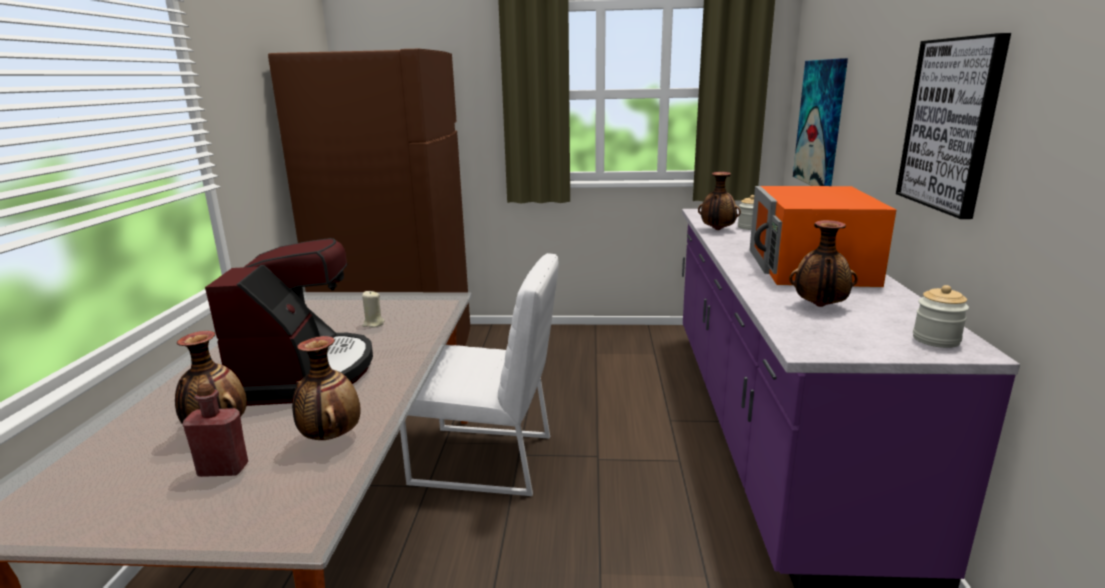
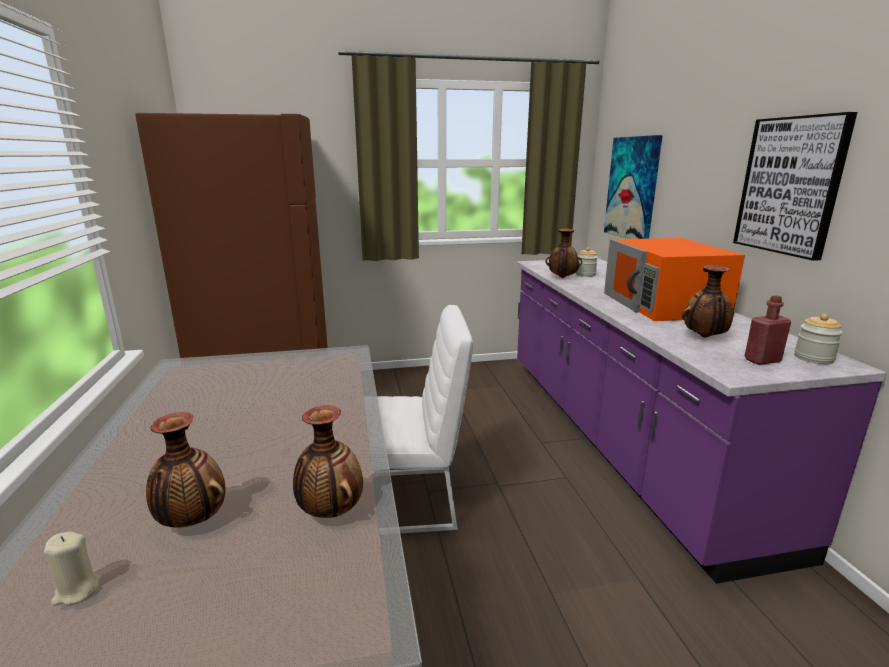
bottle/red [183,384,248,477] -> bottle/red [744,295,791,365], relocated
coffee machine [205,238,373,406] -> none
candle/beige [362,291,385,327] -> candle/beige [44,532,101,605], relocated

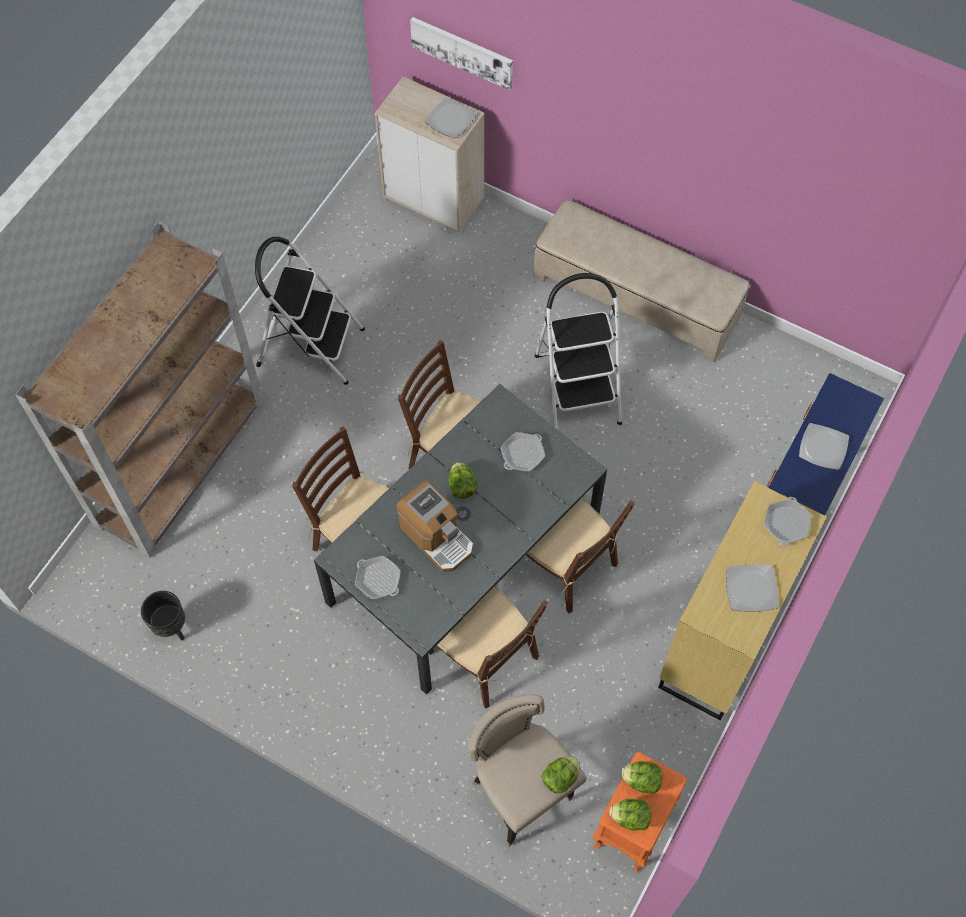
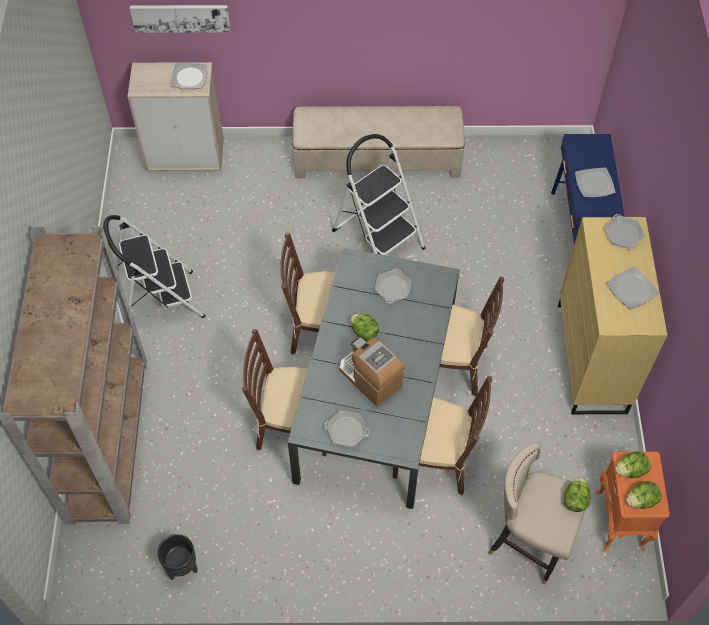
coffee machine [396,480,473,572] -> coffee machine [339,337,406,407], 150 degrees counterclockwise

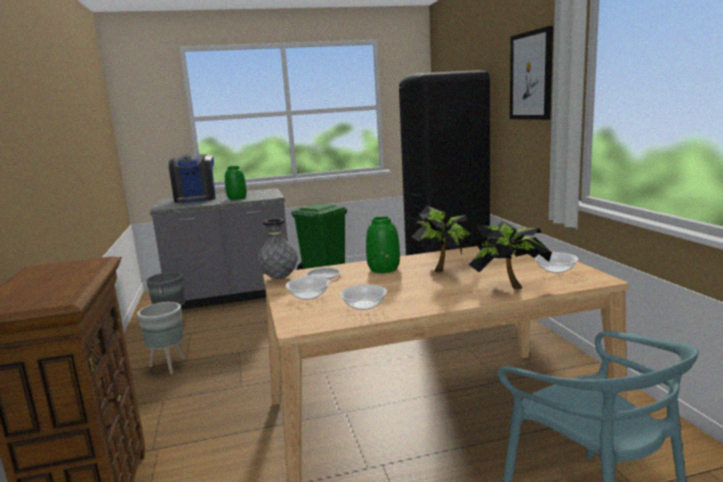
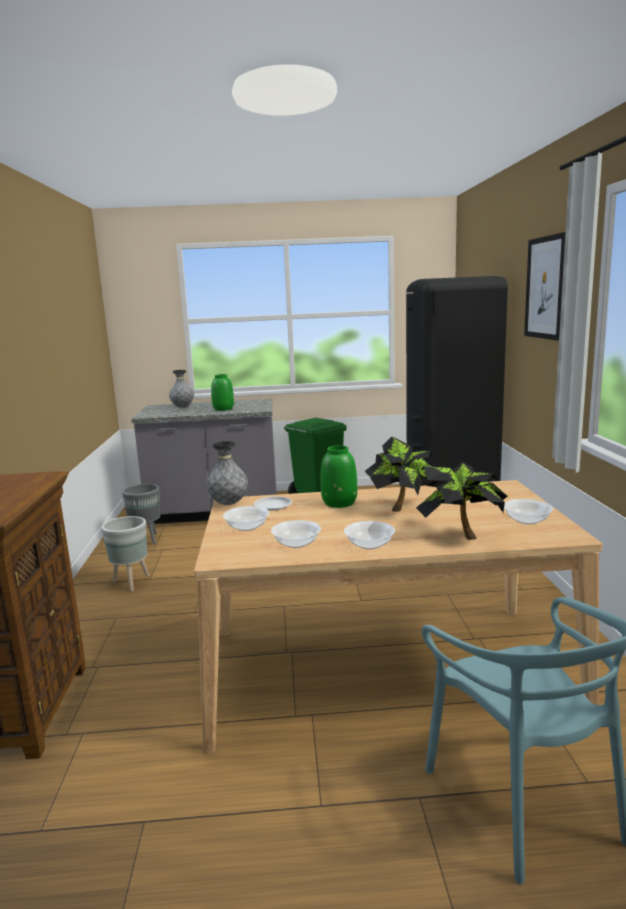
coffee machine [169,153,216,203] -> vase/grey [169,370,194,408]
none -> bowl [344,521,395,549]

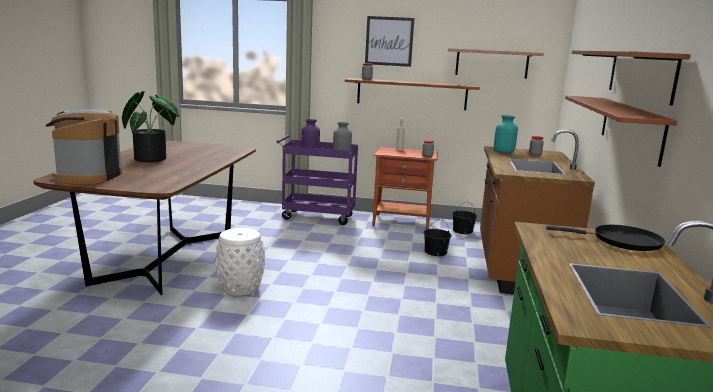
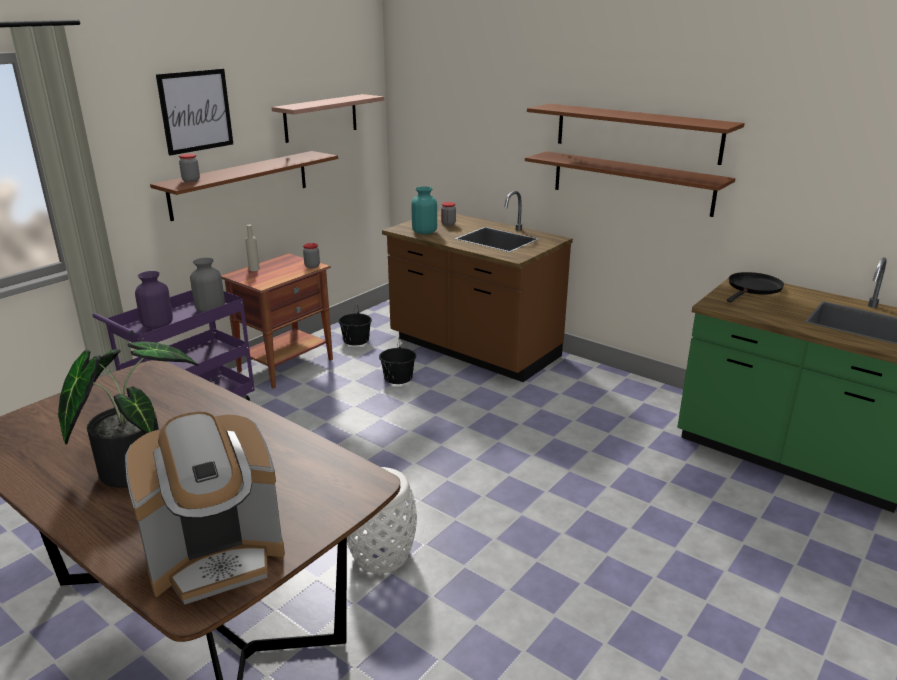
coffee machine [46,109,122,185] -> coffee machine [125,412,285,605], 60 degrees counterclockwise

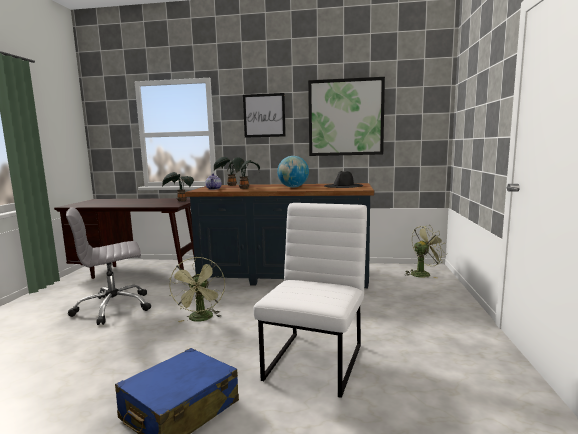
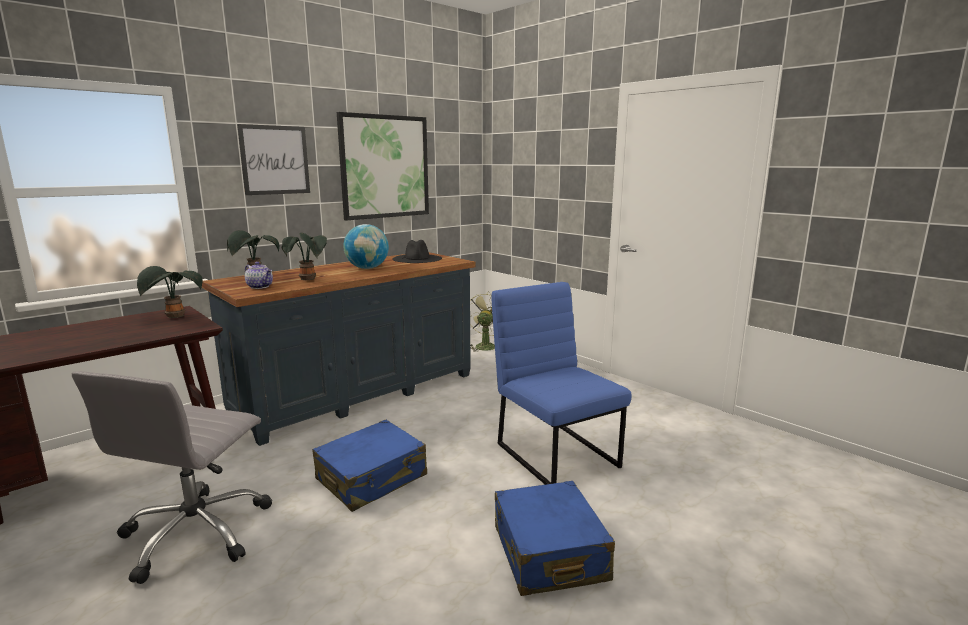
fan/green [169,257,225,322] -> suitcase/blue [313,420,427,512]
chair/white [253,203,367,398] -> chair/blue [492,282,631,485]

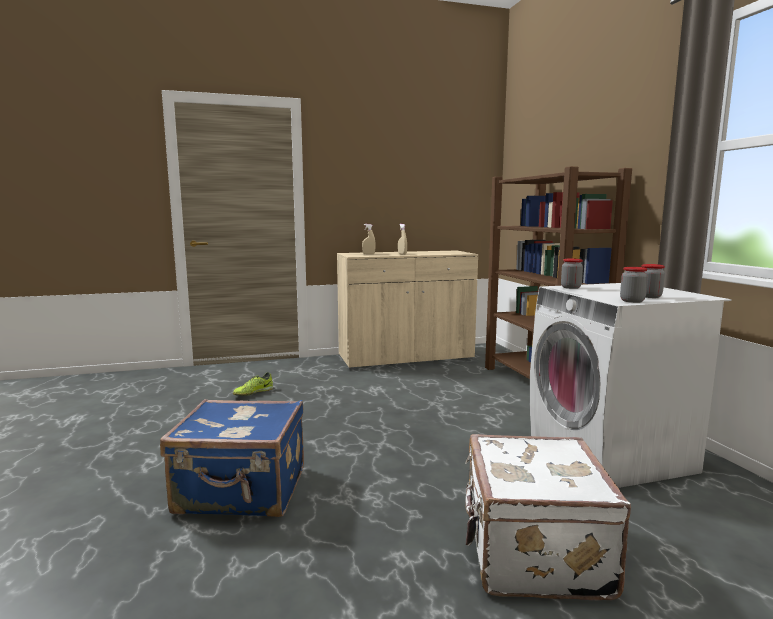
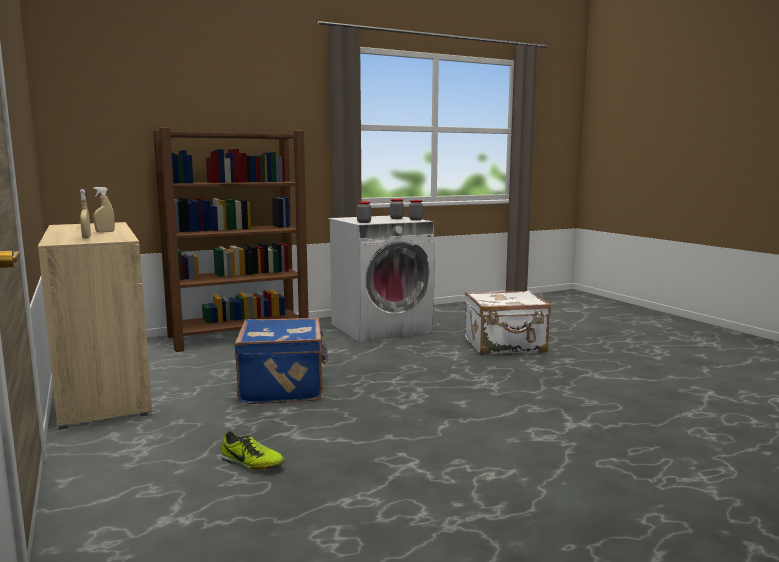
suitcase/blue [160,399,304,517] -> suitcase/blue [235,318,328,404], relocated

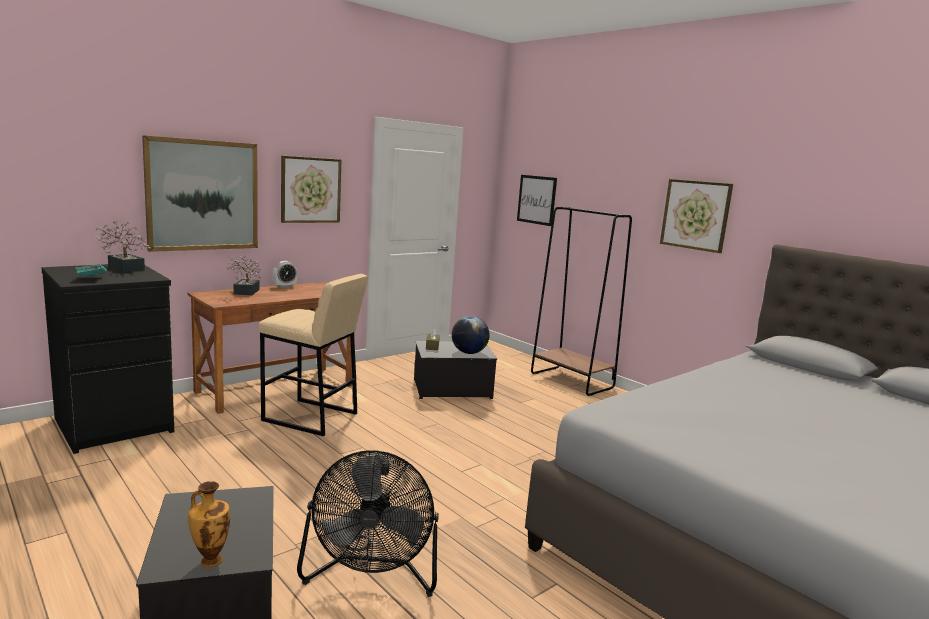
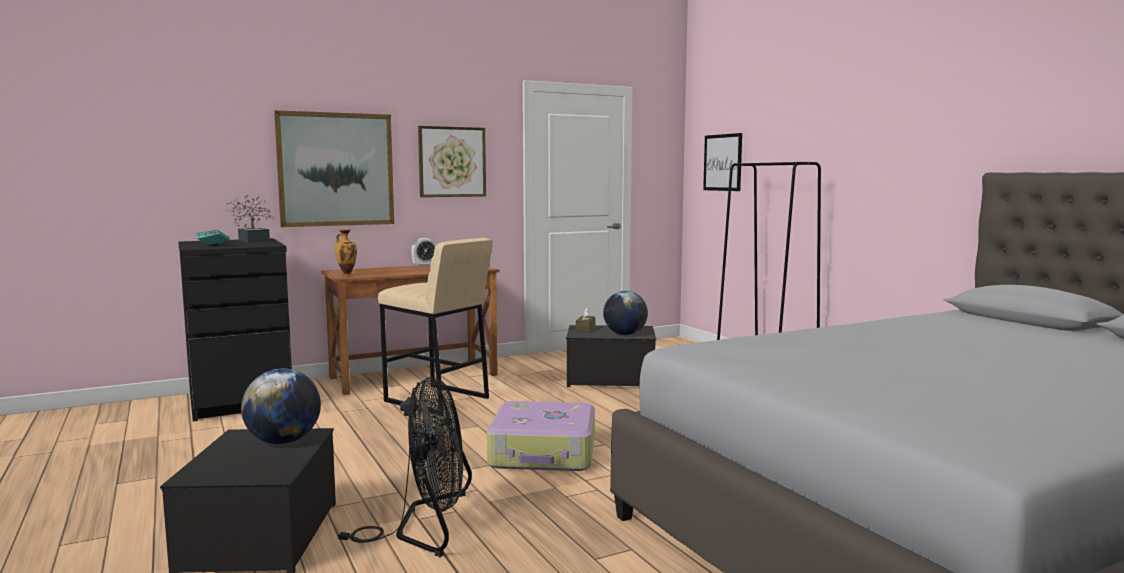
vase [188,481,230,567] -> vase [335,229,357,277], relocated
potted plant [227,256,262,295] -> none
fan/black [297,450,439,597] -> fan/black [338,377,472,557], 105 degrees counterclockwise
picture [660,179,733,253] -> none
none -> globe [241,369,321,444]
none -> suitcase [487,401,595,471]

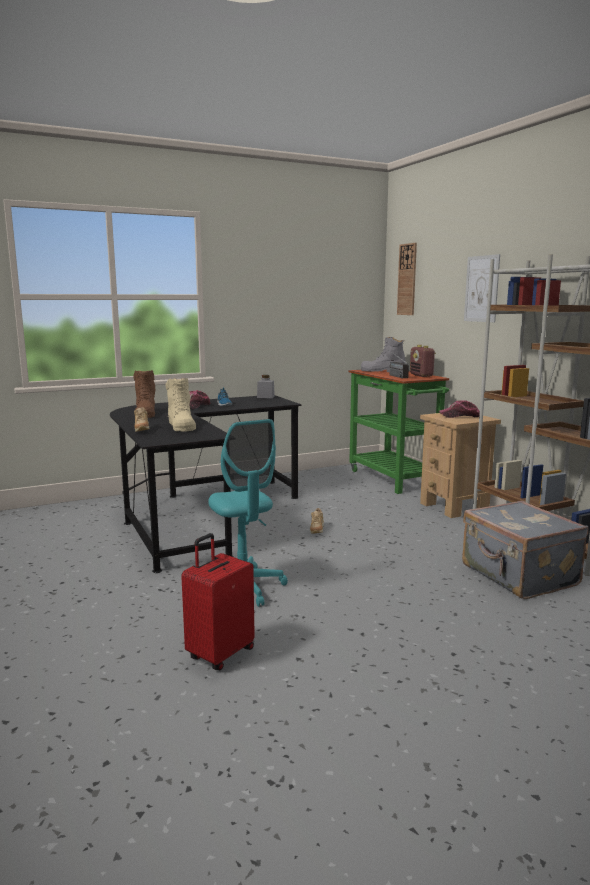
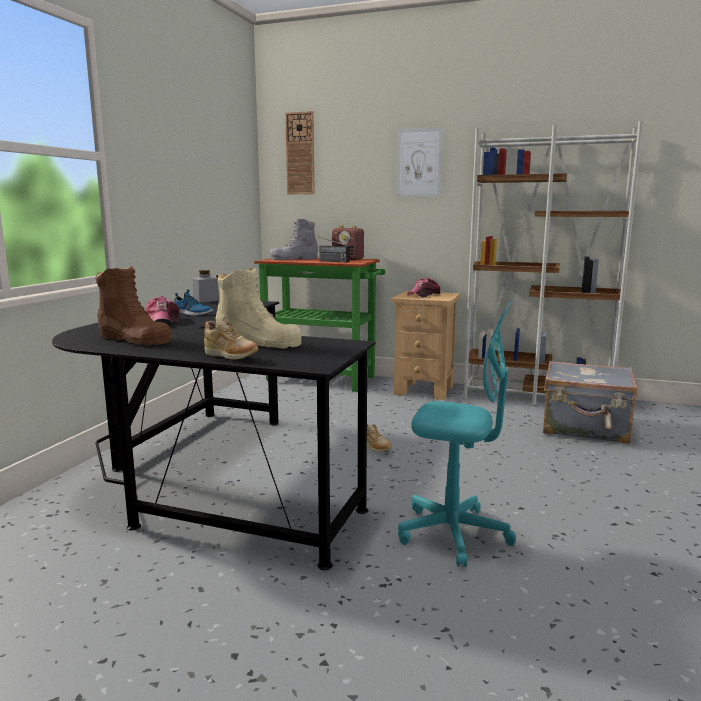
suitcase/red [181,533,255,670] -> none

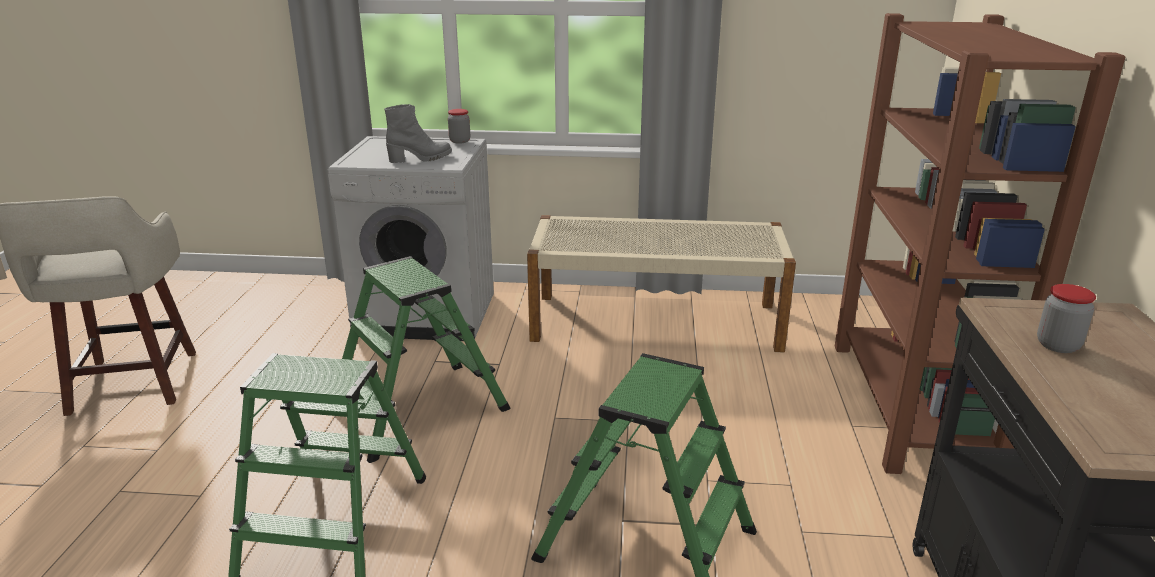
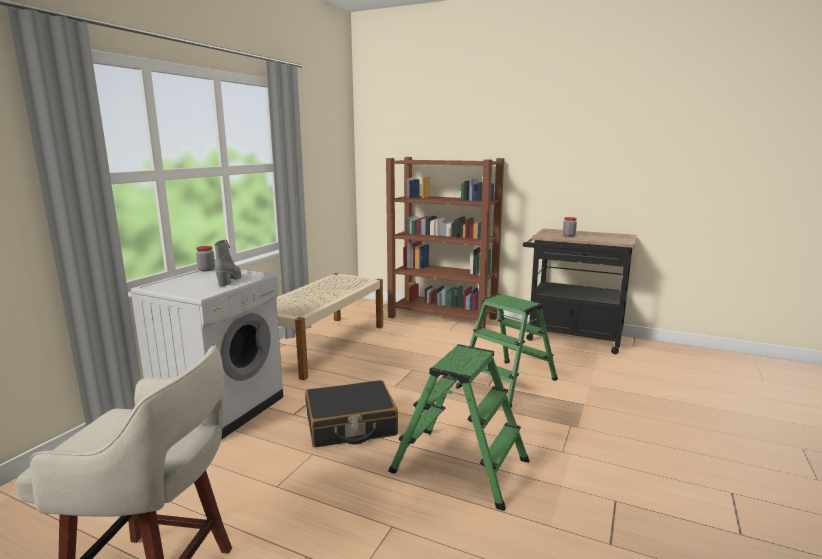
step ladder/green [342,256,511,463] -> suitcase/black [305,380,398,447]

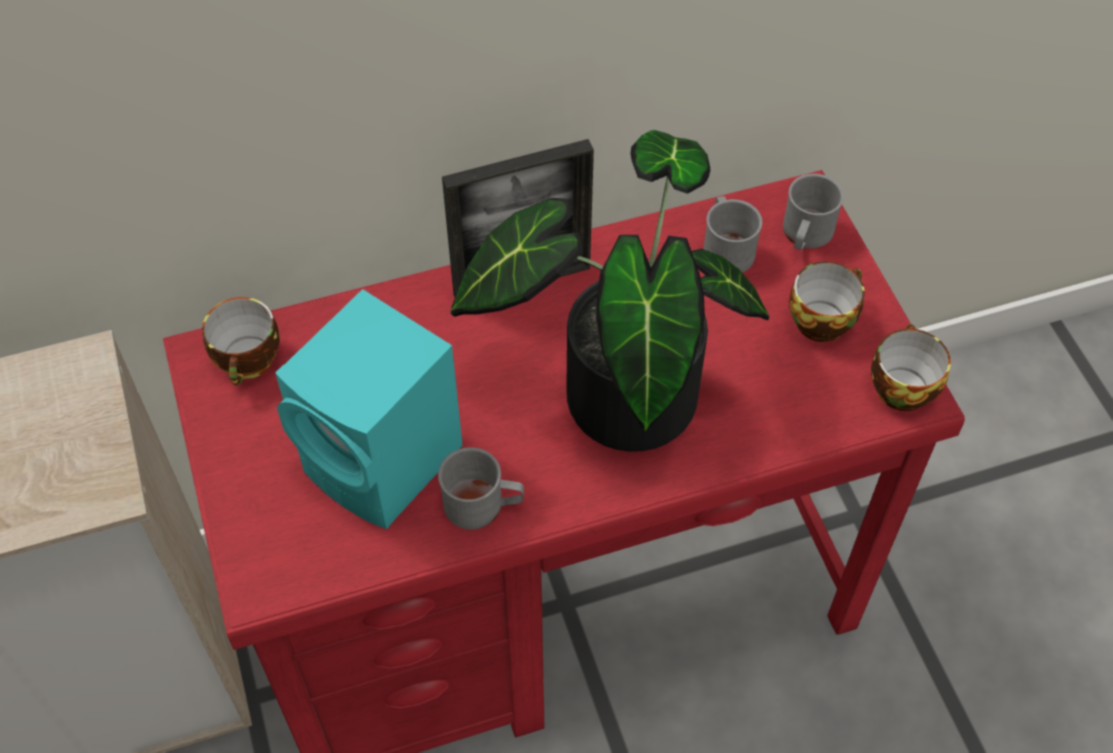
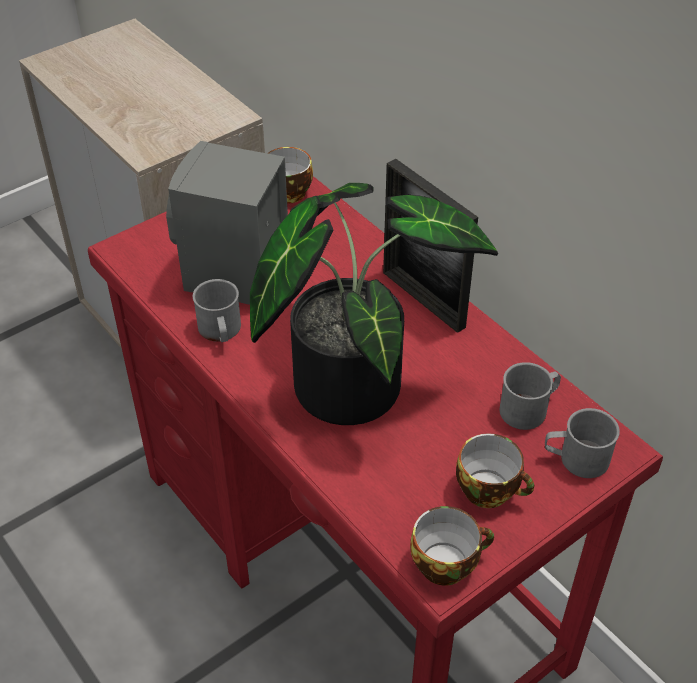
speaker/turquoise [275,289,463,529] -> speaker/grey [166,141,288,305]

